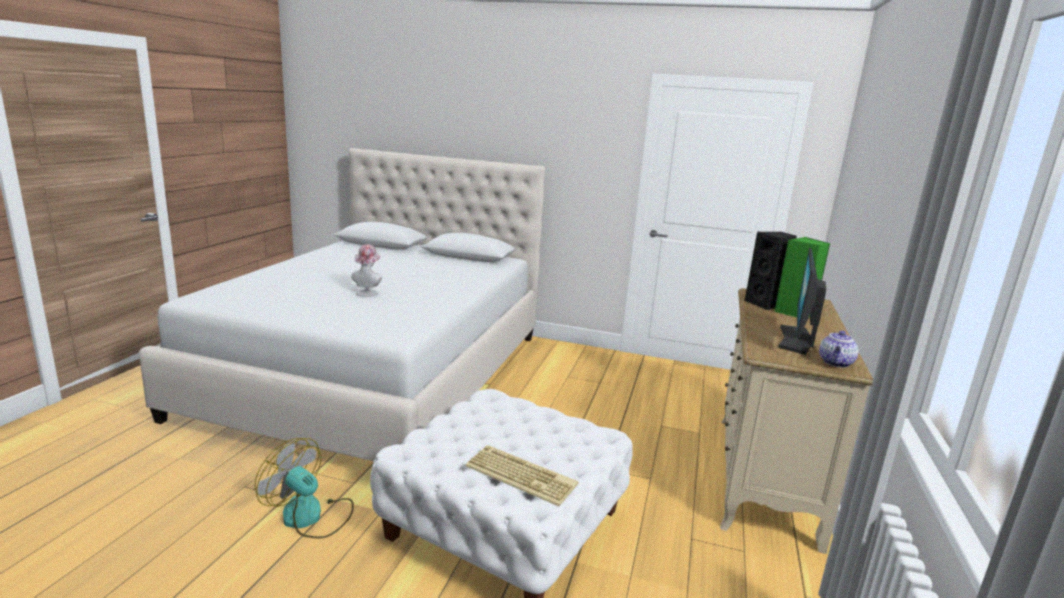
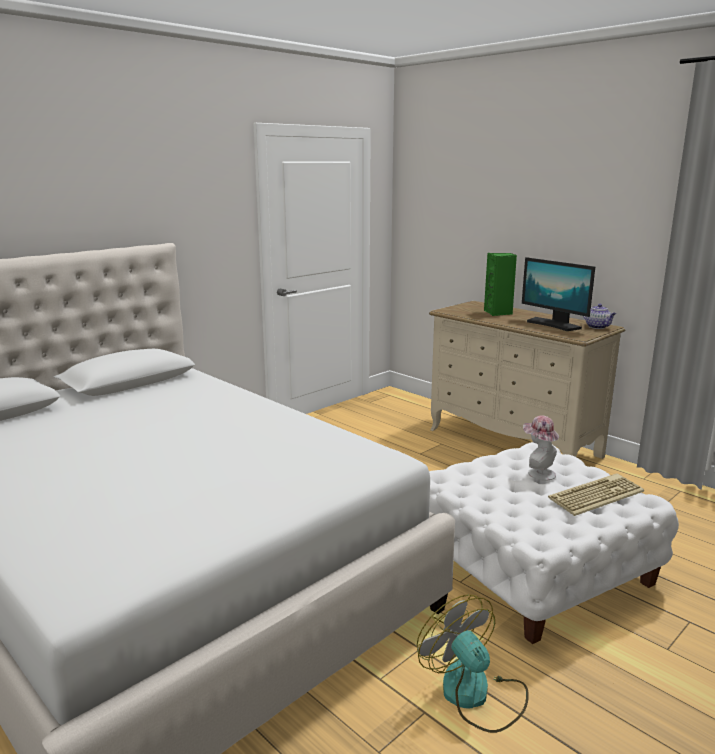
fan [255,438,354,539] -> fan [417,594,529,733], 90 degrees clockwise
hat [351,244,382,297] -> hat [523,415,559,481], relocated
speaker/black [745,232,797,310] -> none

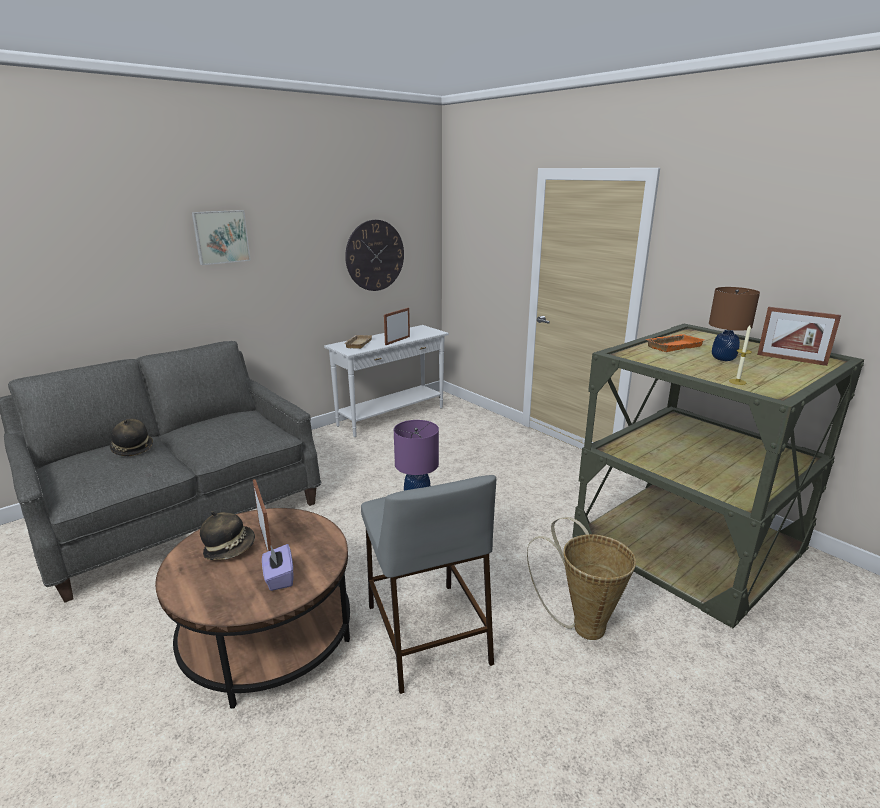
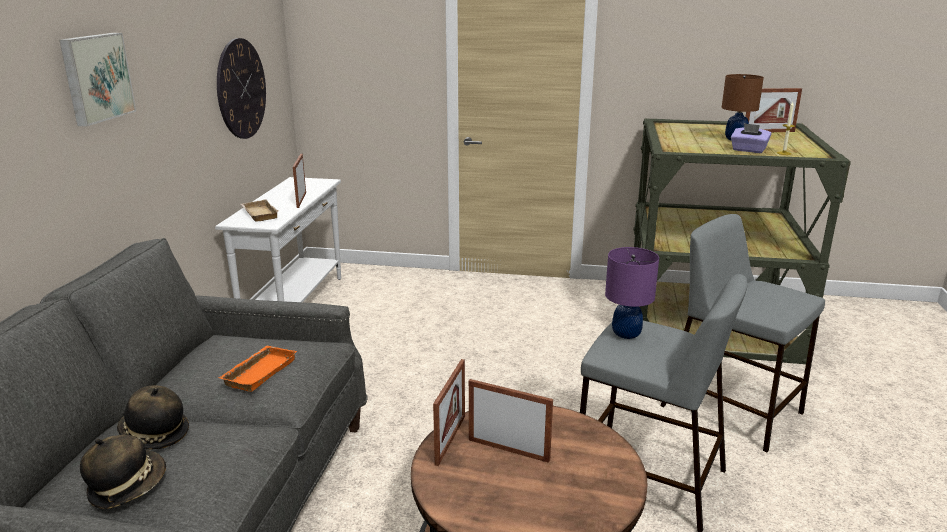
hat [200,511,255,560] -> hat [80,434,166,509], relocated
tissue box/purple [262,544,293,591] -> tissue box/purple [731,123,772,153], relocated
basket [527,517,636,640] -> stool/grey [660,214,825,452]
tray/orange [646,334,704,352] -> tray/orange [218,346,297,392], relocated
none -> picture frame [433,359,465,466]

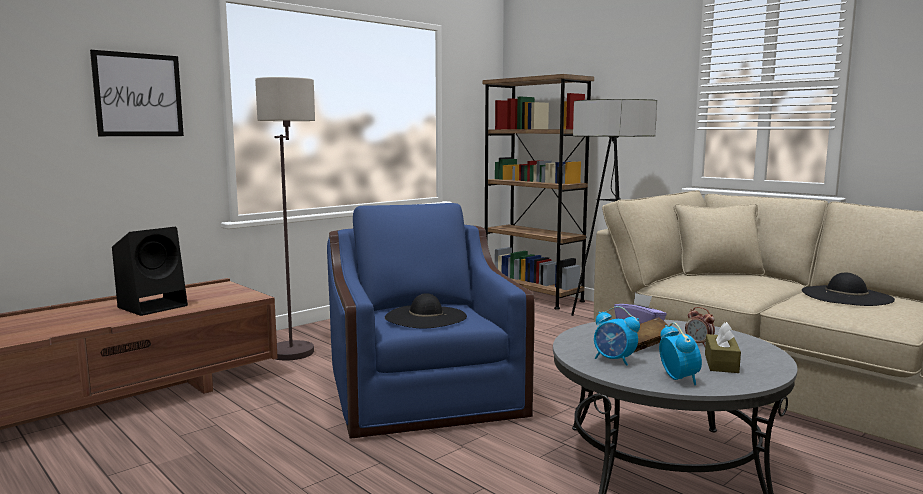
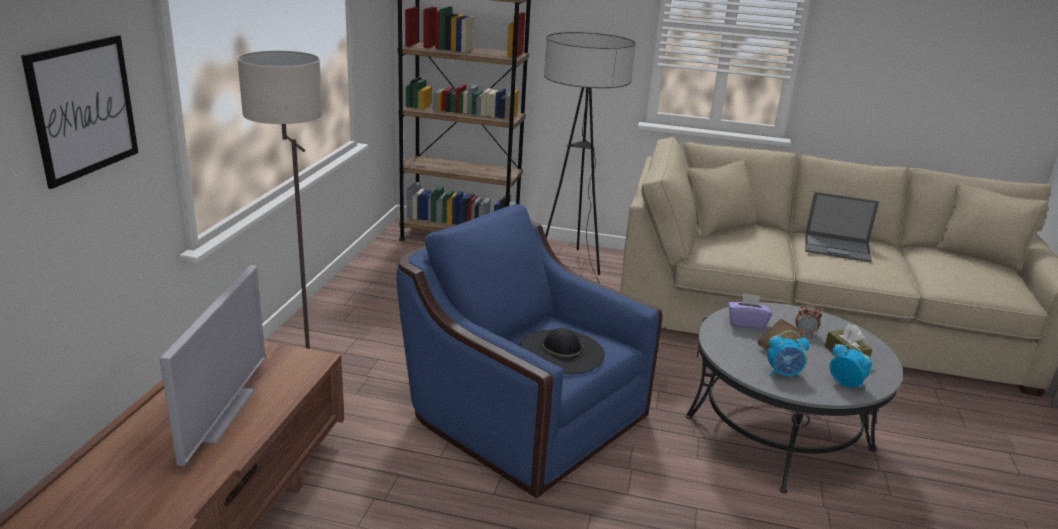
speaker/black [112,227,188,316] -> television [159,265,265,466]
hat/black [802,272,895,306] -> laptop [805,192,879,262]

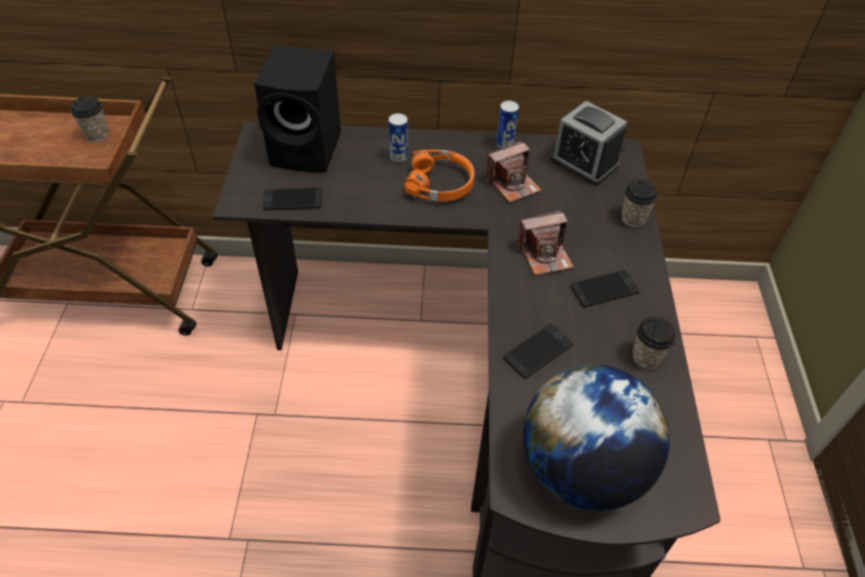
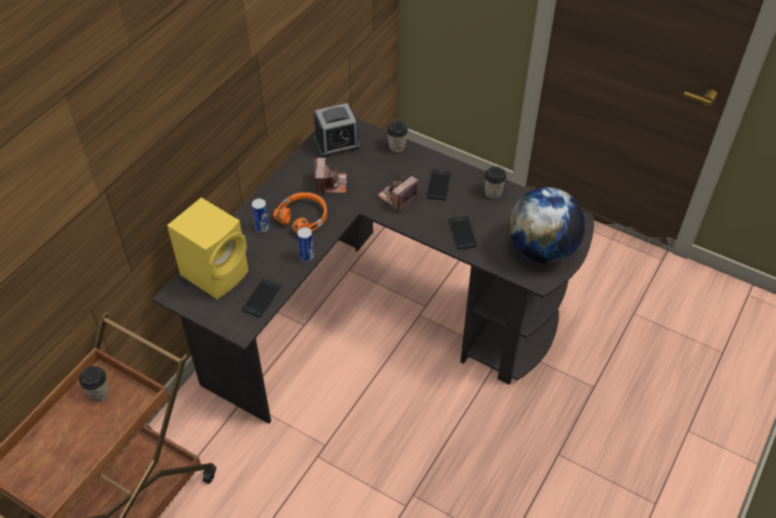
speaker/black [254,45,341,172] -> speaker/yellow [167,197,249,299]
can [496,100,519,149] -> can [297,227,314,262], relocated
photo camera [517,210,573,275] -> photo camera [377,176,419,211], 150 degrees counterclockwise

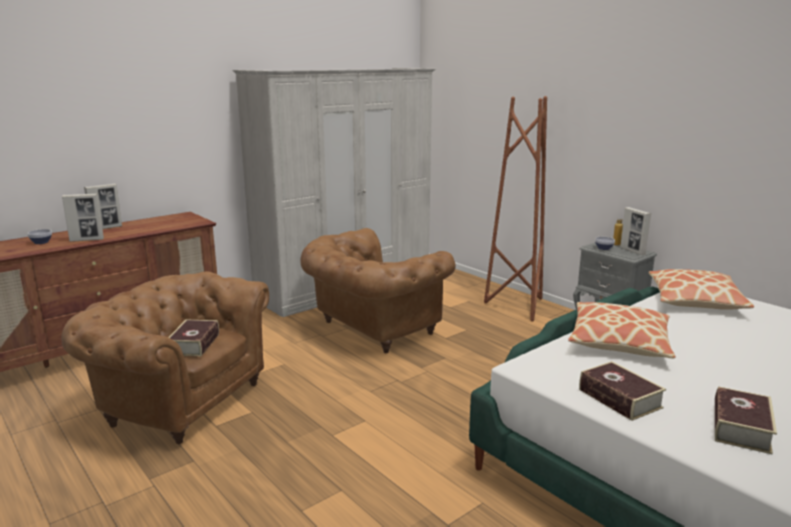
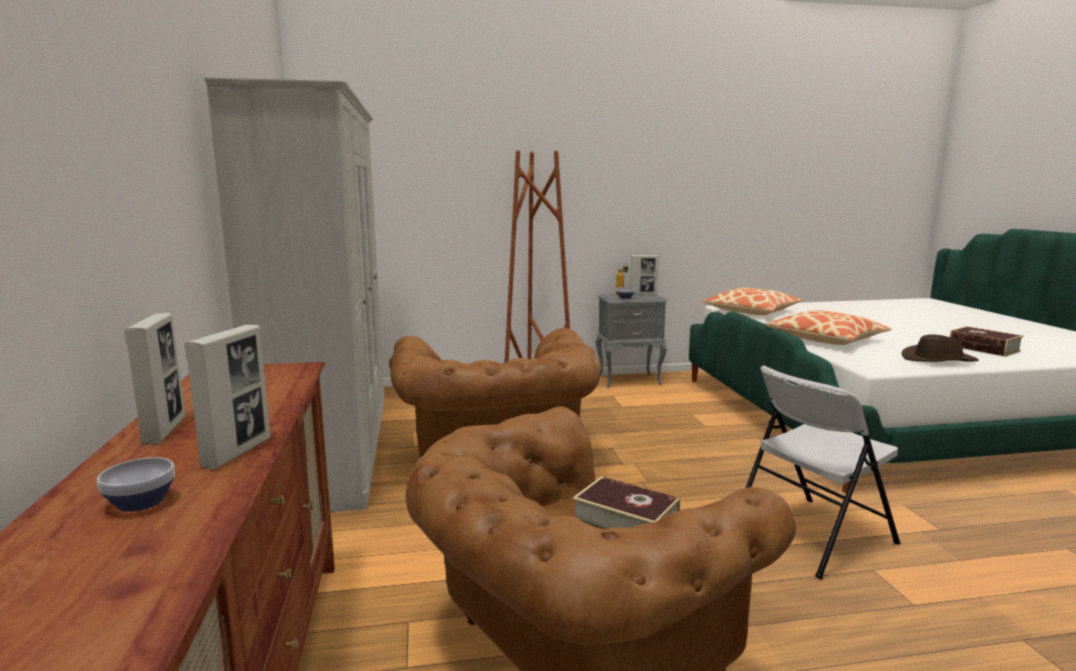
book [579,361,666,421] -> hat/brown [902,334,979,362]
none -> chair/white [746,366,901,580]

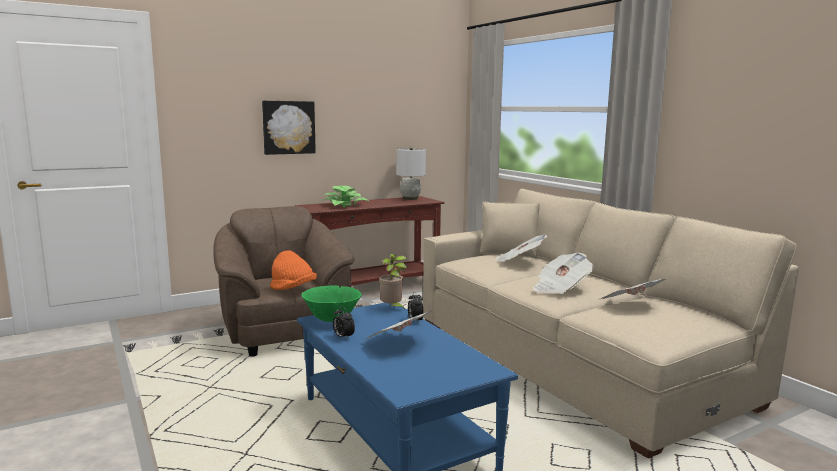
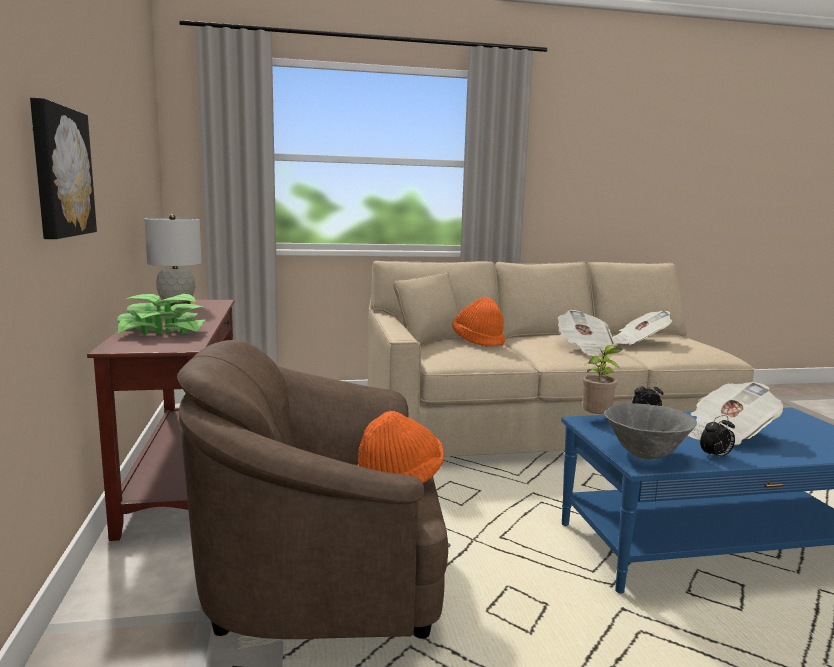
bowl/green [301,285,362,322] -> bowl/grey [604,403,697,459]
newspaper [495,235,547,262] -> hat/orange [452,297,505,347]

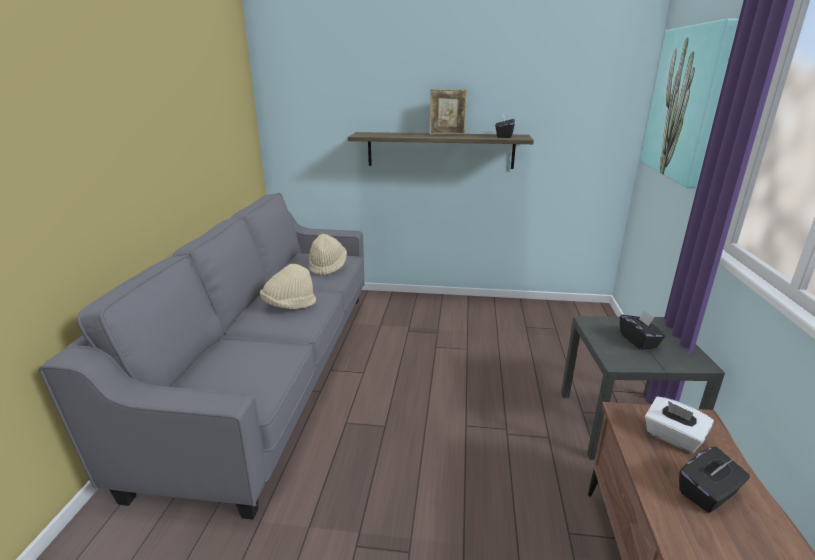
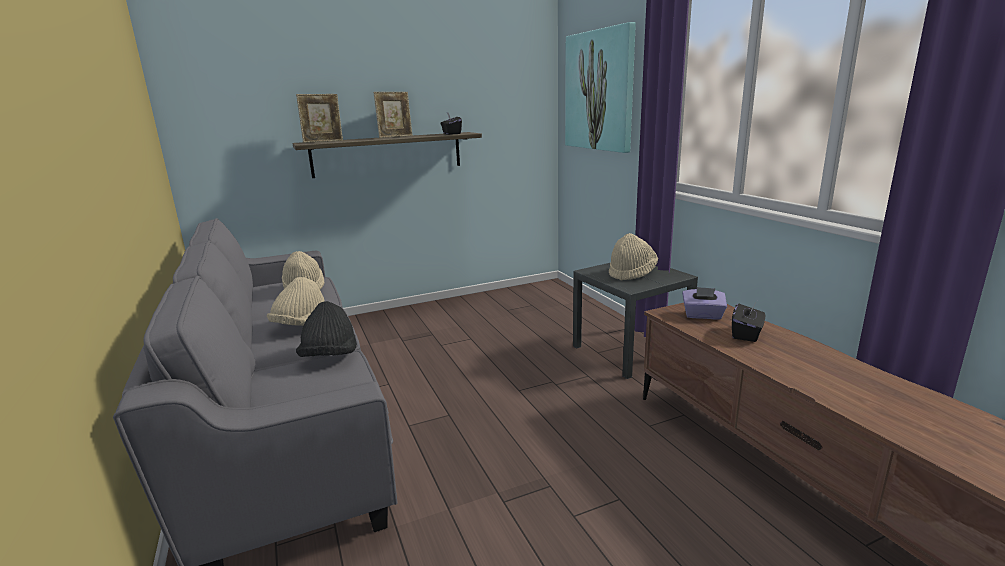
tissue box/black [620,310,665,350] -> hat/beige [609,233,658,281]
tissue box/white [645,396,714,453] -> tissue box/purple [682,287,727,319]
none -> picture frame [296,94,343,143]
none -> hat/black [296,301,357,357]

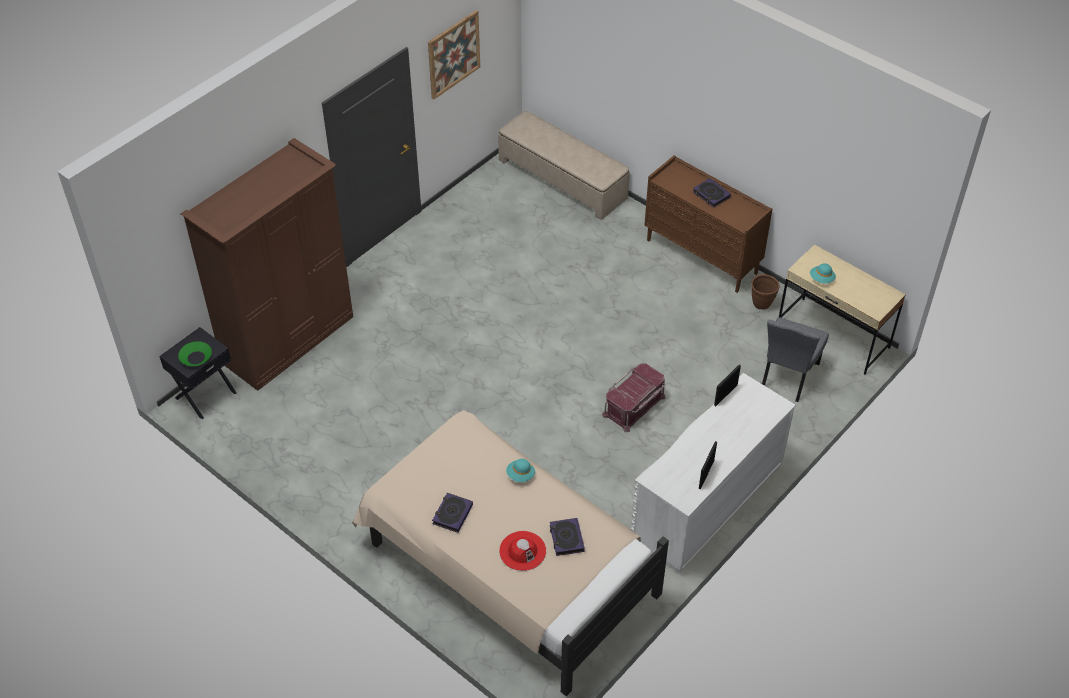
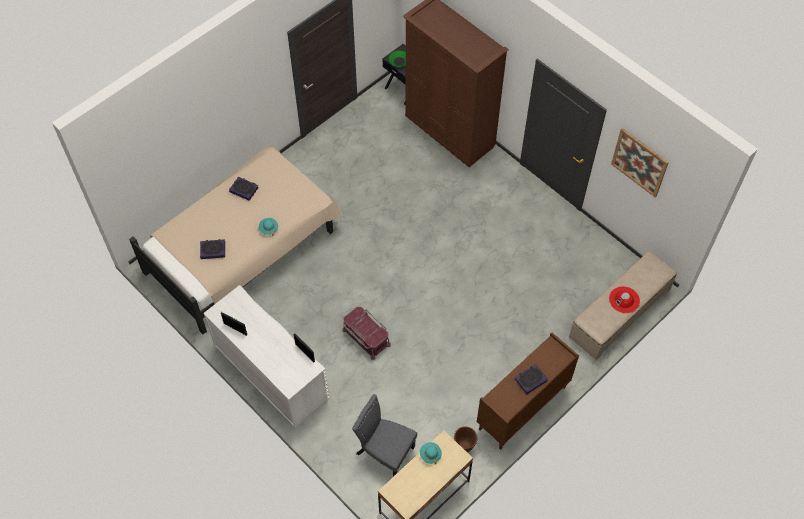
hat/red [499,531,546,571] -> hat/red [609,286,640,313], relocated

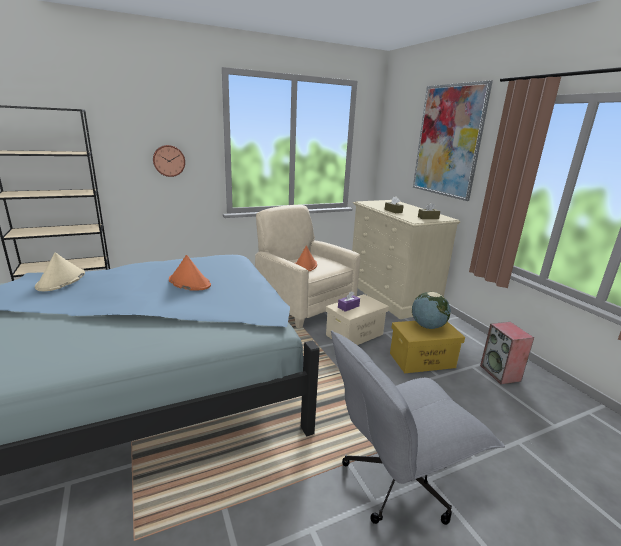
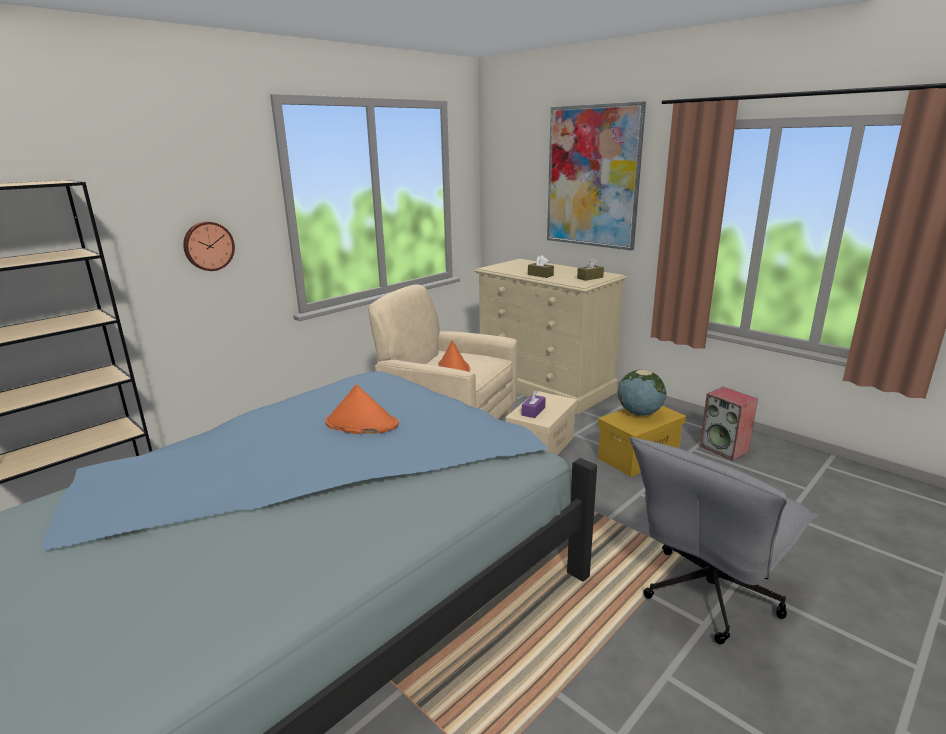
hat/beige [35,252,85,291] -> none

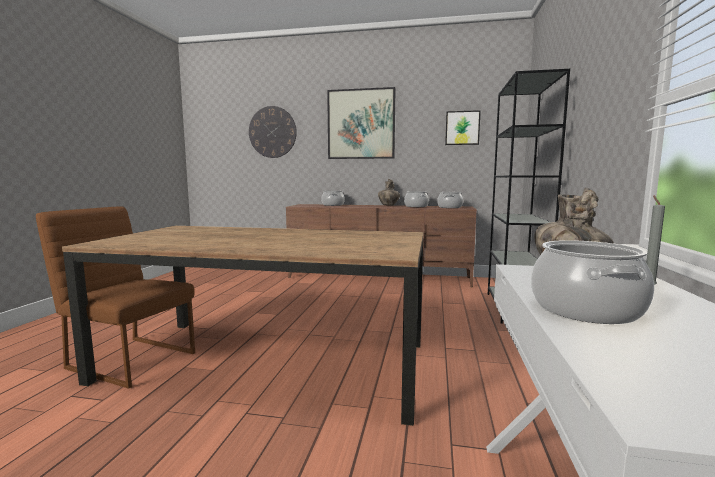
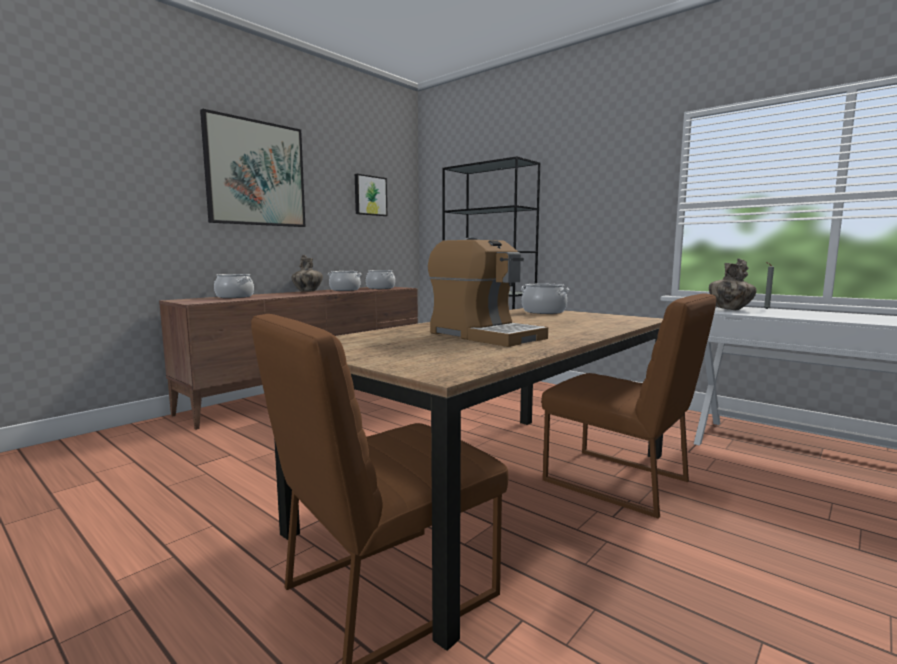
wall clock [249,106,297,158] -> none
cooking pot [531,240,654,324] -> cooking pot [521,284,569,314], relocated
none -> coffee machine [428,238,548,347]
none -> chair/brown [542,293,716,519]

